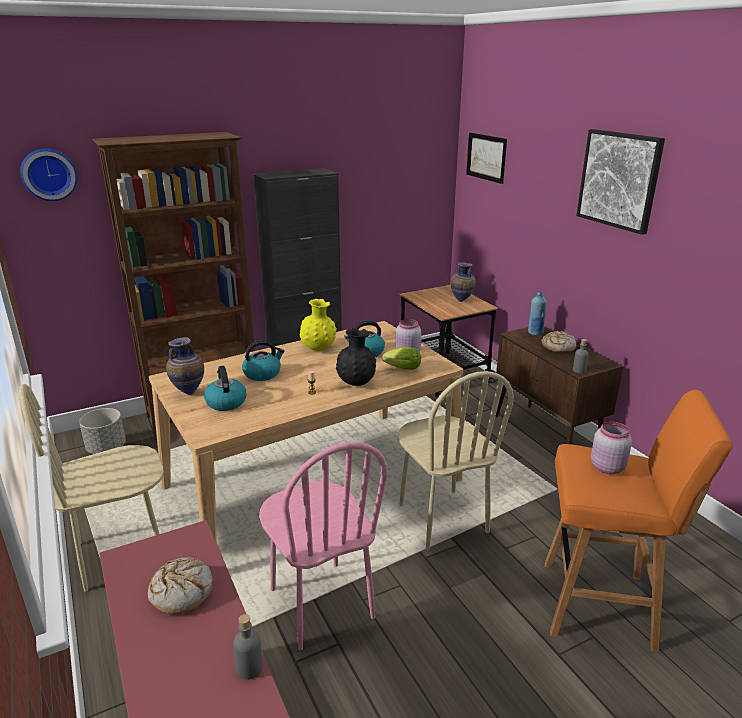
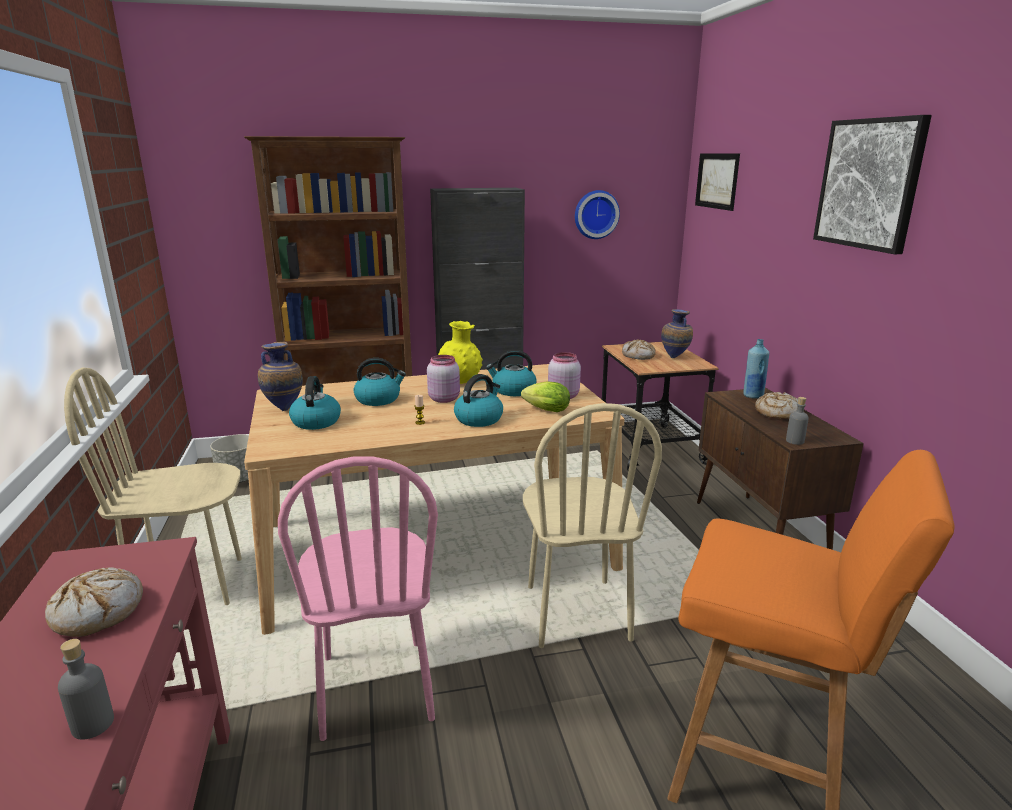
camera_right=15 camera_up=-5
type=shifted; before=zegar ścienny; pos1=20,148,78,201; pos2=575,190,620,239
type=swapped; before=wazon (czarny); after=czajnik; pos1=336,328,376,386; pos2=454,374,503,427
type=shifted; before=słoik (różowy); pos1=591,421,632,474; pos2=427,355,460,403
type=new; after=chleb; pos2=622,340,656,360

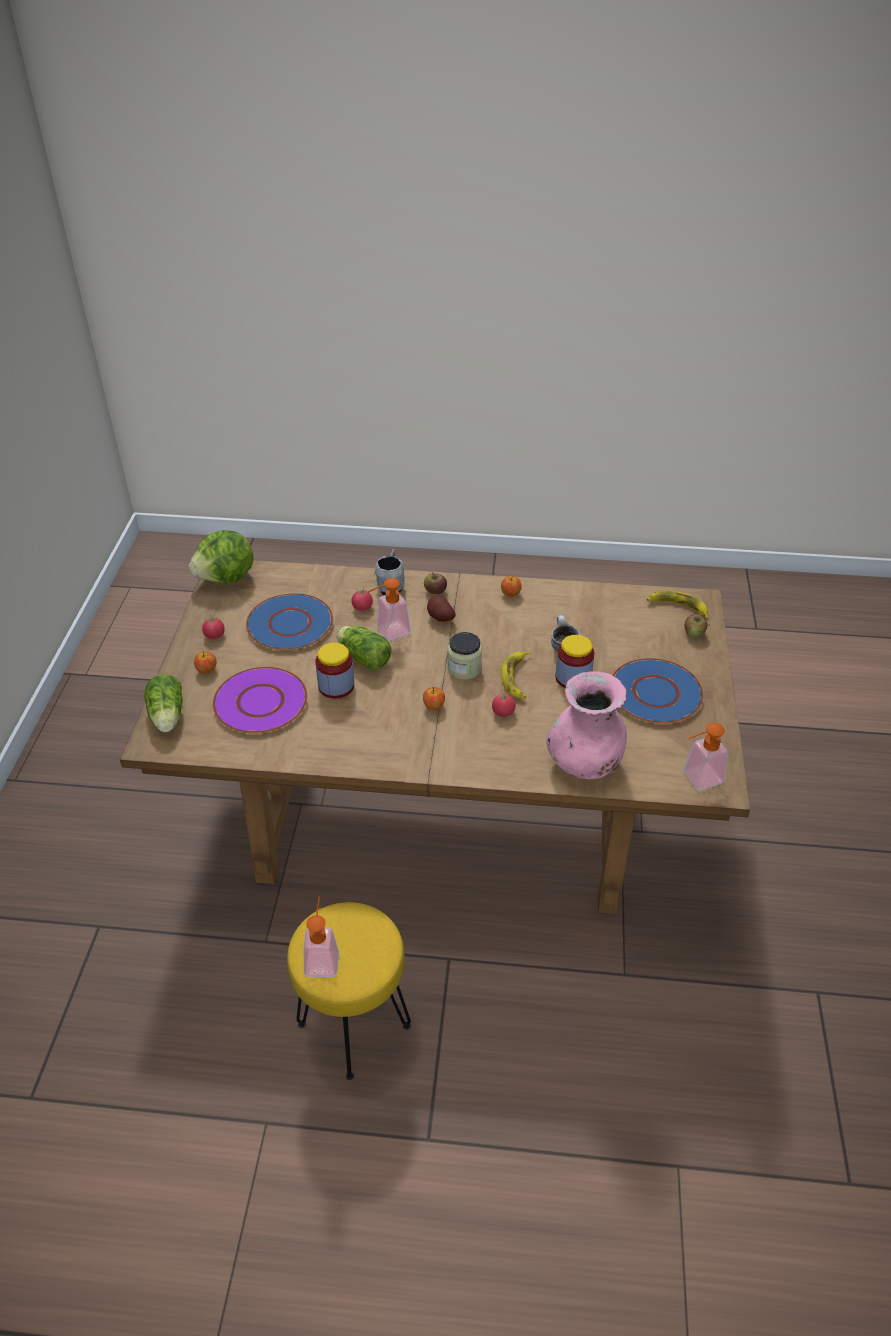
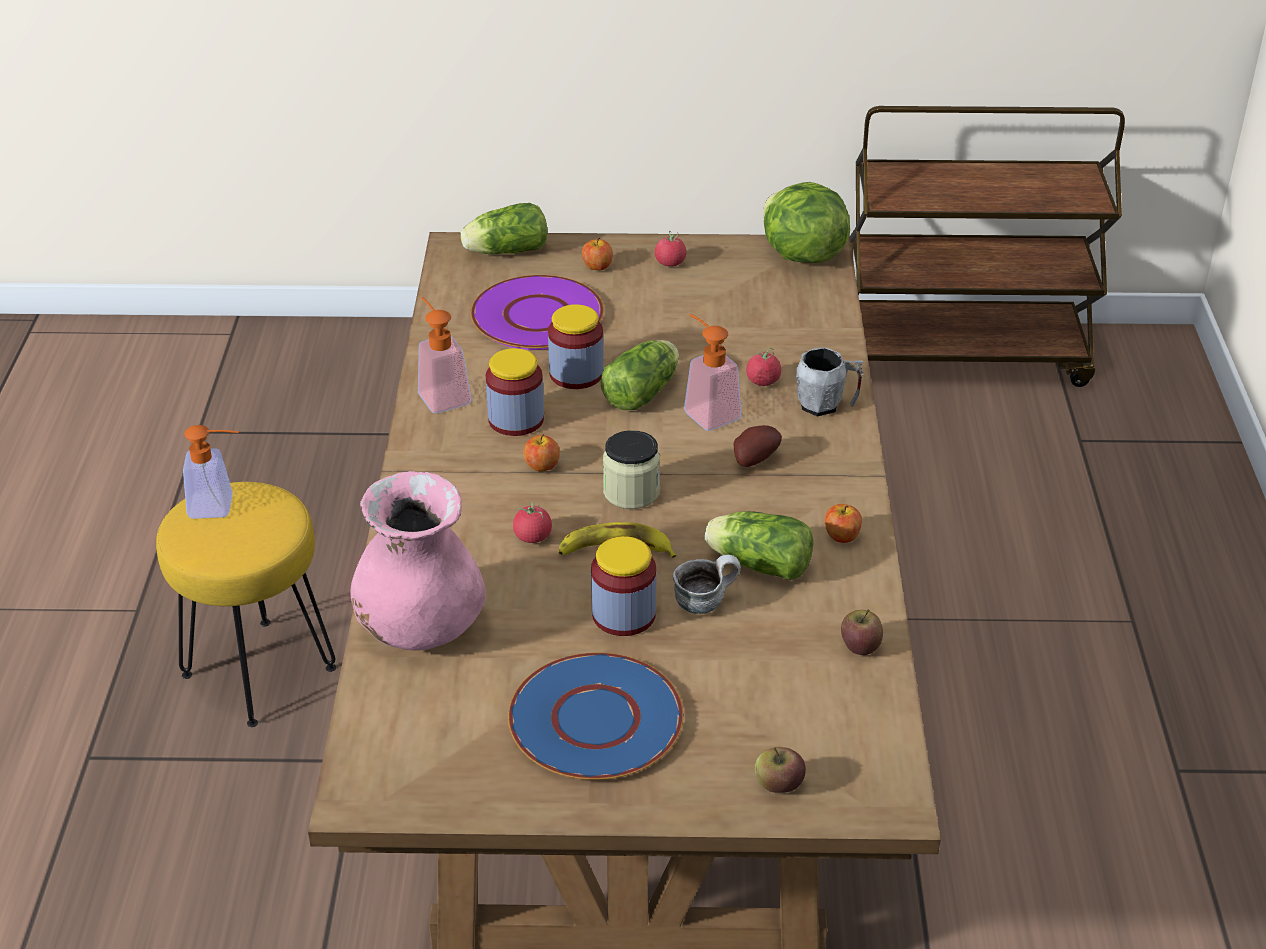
camera_right=85 camera_up=-5
type=shifted; before=jabłko; pos1=424,572,447,594; pos2=841,609,883,655
type=gone; before=banan; pos1=647,590,708,619
type=gone; before=talerz (niebieski); pos1=246,593,333,651
type=shifted; before=dozownik mydła; pos1=684,723,728,790; pos2=418,297,471,413
type=new; after=wózek (brązowy); pos2=850,106,1125,387
type=new; after=słoik; pos2=486,348,544,436
type=new; after=sałata; pos2=705,511,813,580

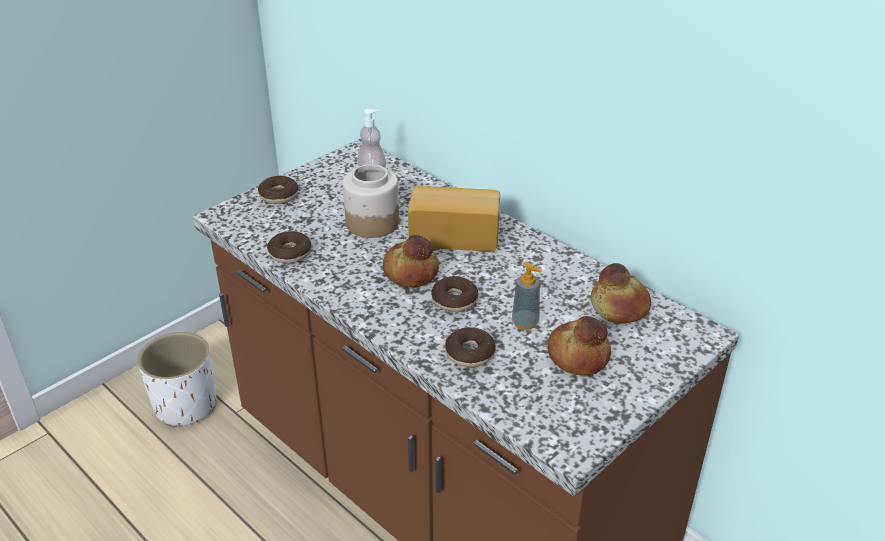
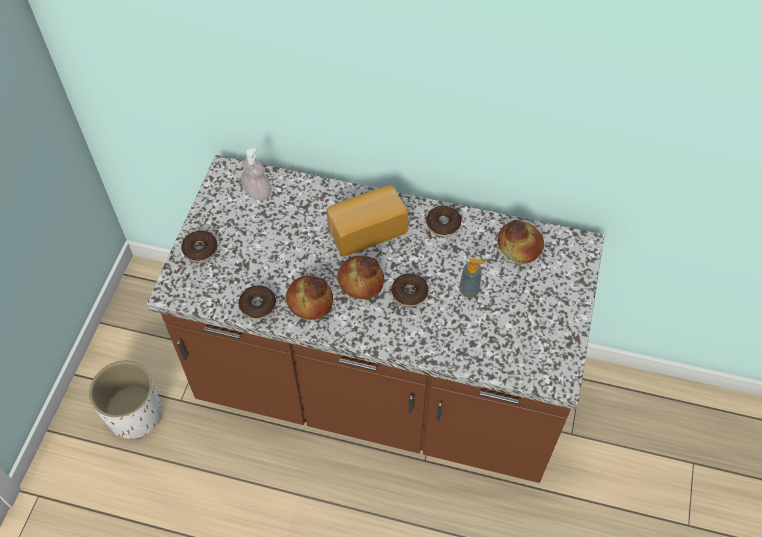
camera_right=-30 camera_up=20
type=gone; before=słoik; pos1=343,164,399,238
type=shifted; before=chleb; pos1=547,316,611,376; pos2=286,275,333,320
type=shifted; before=donut; pos1=445,327,496,368; pos2=426,206,461,237

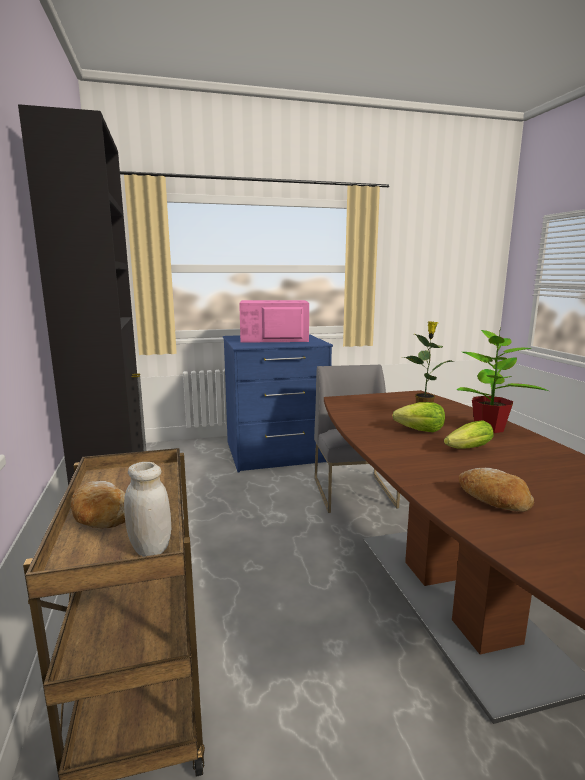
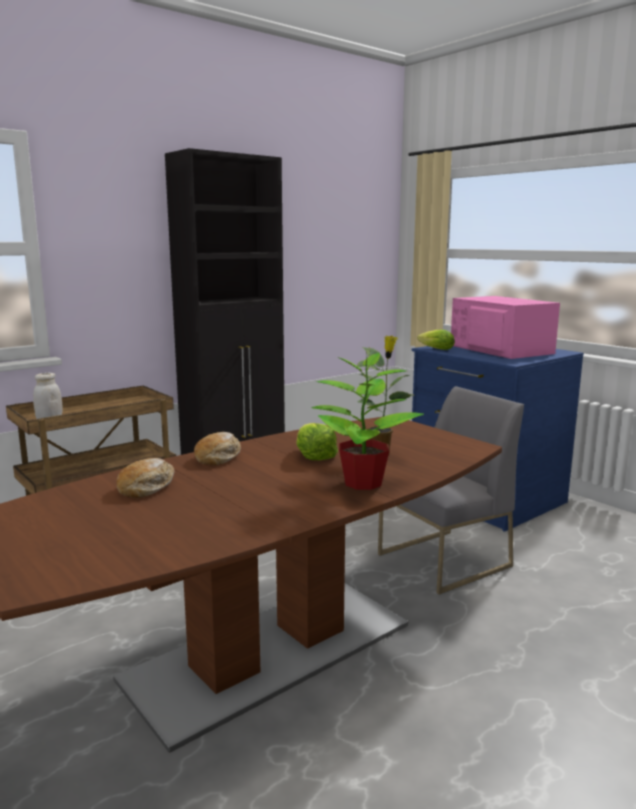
camera_right=65 camera_up=0
type=shifted; before=sałata; pos1=444,420,493,449; pos2=417,330,455,350
type=shifted; before=chleb; pos1=71,481,125,528; pos2=194,432,241,466

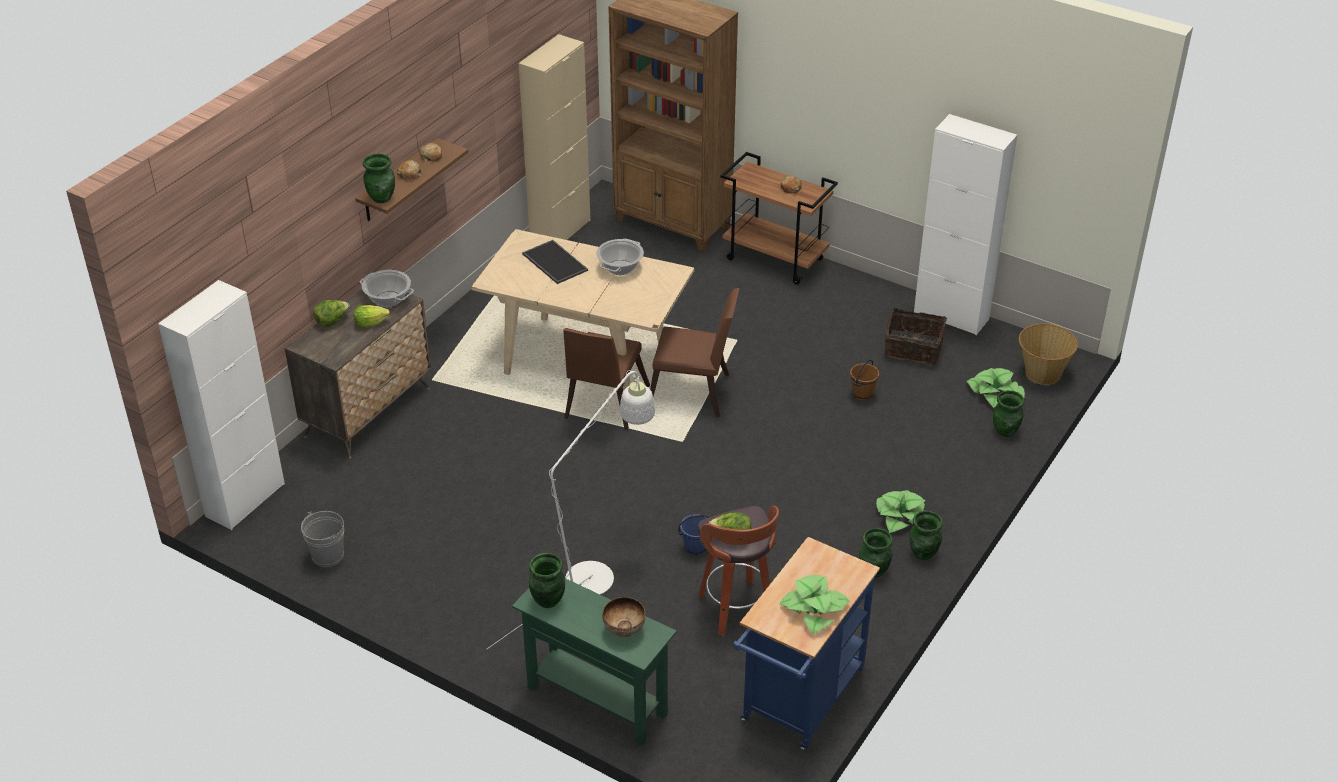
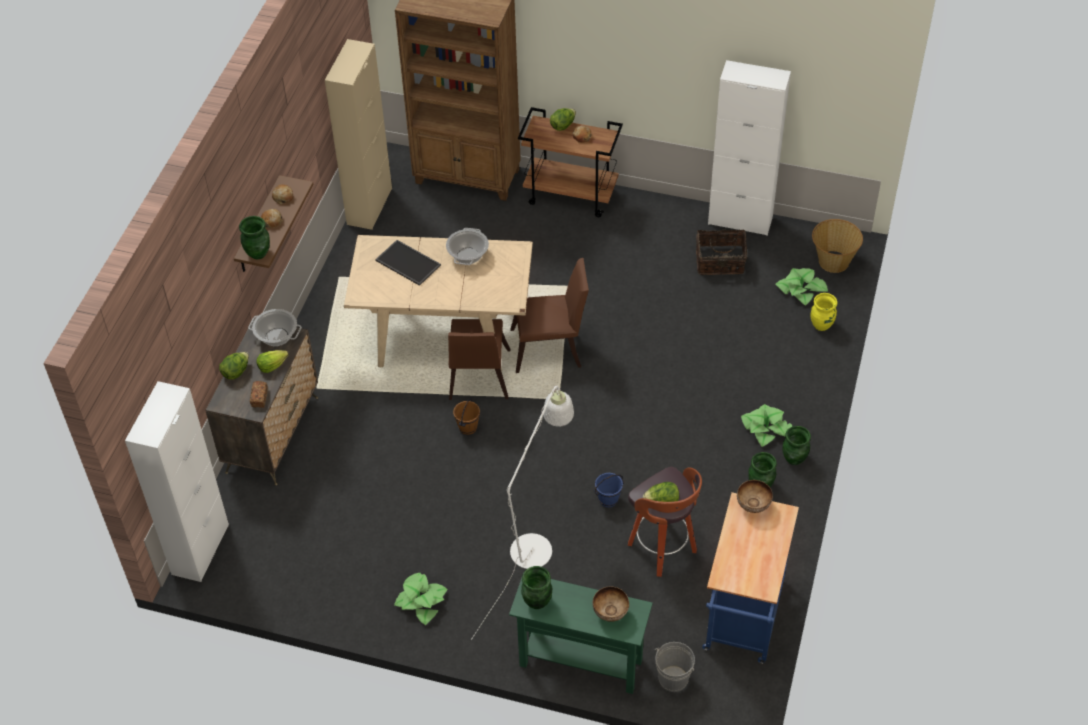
camera_right=-15 camera_up=10
type=shifted; before=wiadro (brązowy); pos1=850,360,880,401; pos2=453,398,480,435
type=repainted; before=wazon (zielony); after=wazon (żółty); pos1=993,390,1025,437; pos2=811,293,838,331
type=shifted; before=wiadro (szary); pos1=301,511,344,567; pos2=655,642,695,692
type=shifted; before=roślina doniczkowa; pos1=779,575,850,635; pos2=394,573,447,625
type=new; after=sałata; pos2=550,108,576,131
type=new; after=chleb; pos2=250,381,268,408
type=new; after=miska; pos2=737,480,773,513

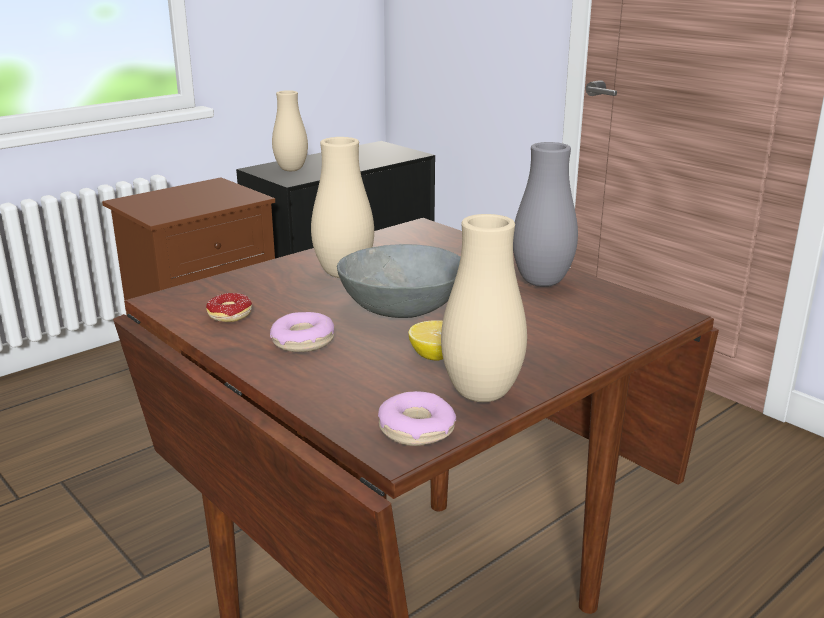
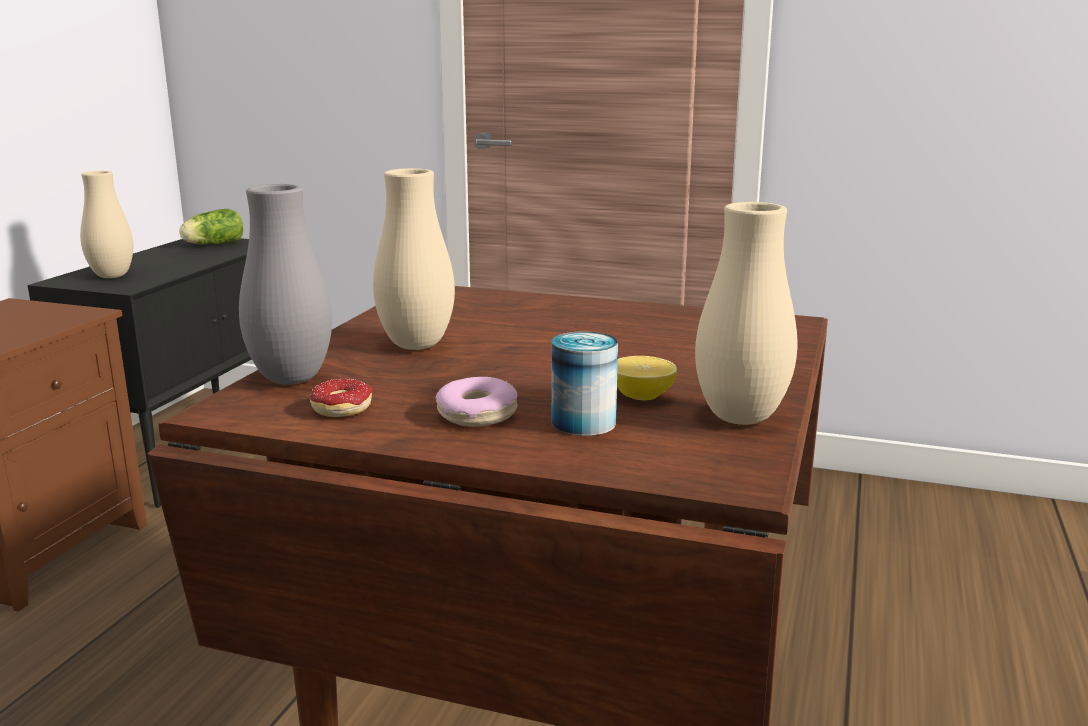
camera_right=-30 camera_up=-5
type=shifted; before=wazon (szary); pos1=513,142,578,287; pos2=239,184,332,385
type=gone; before=miska (szary); pos1=337,244,461,318
type=gone; before=donut; pos1=378,391,456,446
type=new; after=sałata; pos2=179,209,243,245
type=new; after=puszka; pos2=552,332,618,436

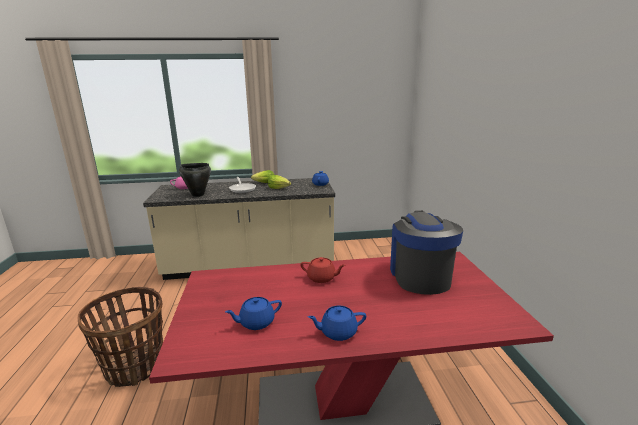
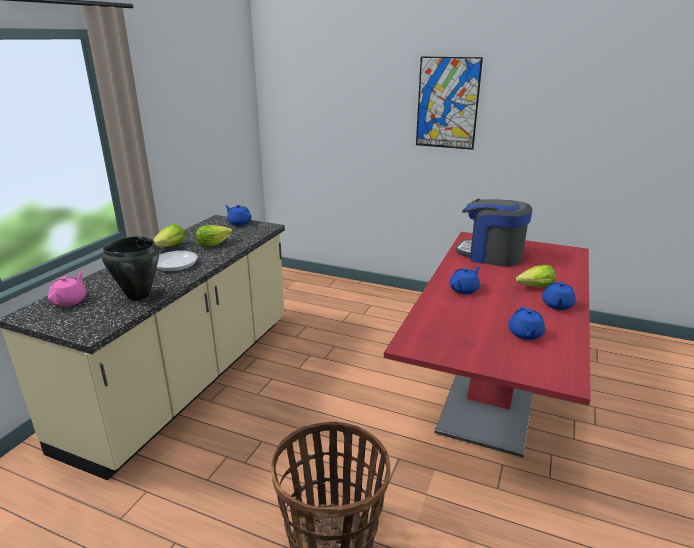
camera_right=-60 camera_up=5
type=repainted; before=imbryk (czerwony); after=imbryk (niebieski); pos1=300,257,346,283; pos2=449,266,480,294
type=new; after=obraz; pos2=416,56,483,150
type=new; after=sałata; pos2=516,265,556,287

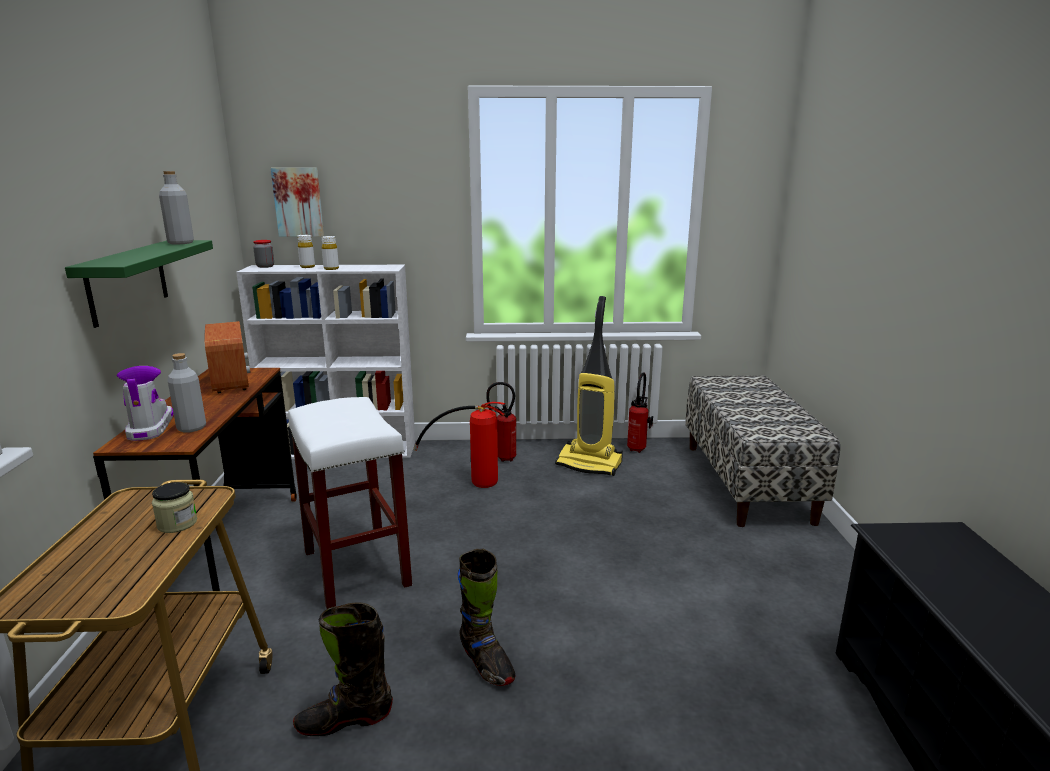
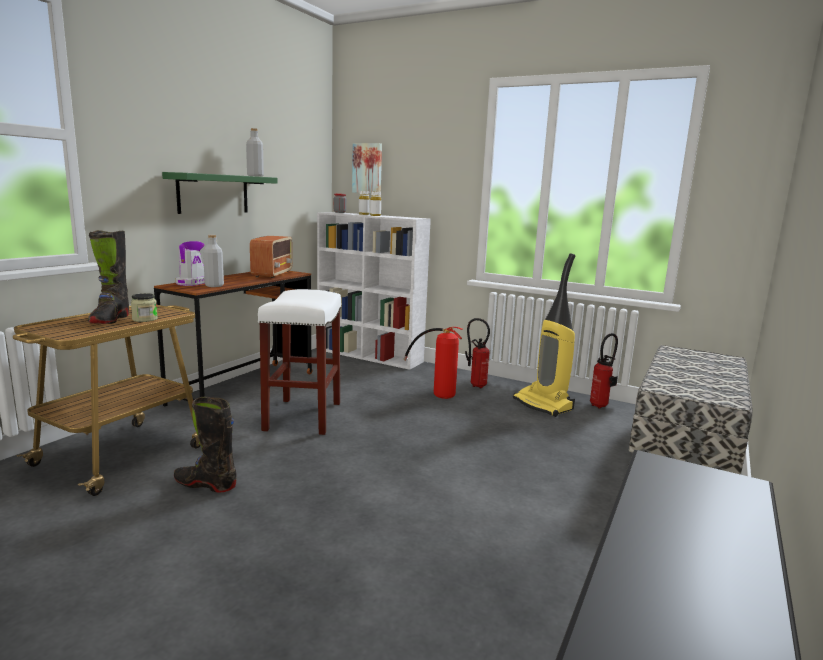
camera_right=30 camera_up=-5
type=shifted; before=but z cholewką (czarny); pos1=458,549,516,686; pos2=88,230,129,324

